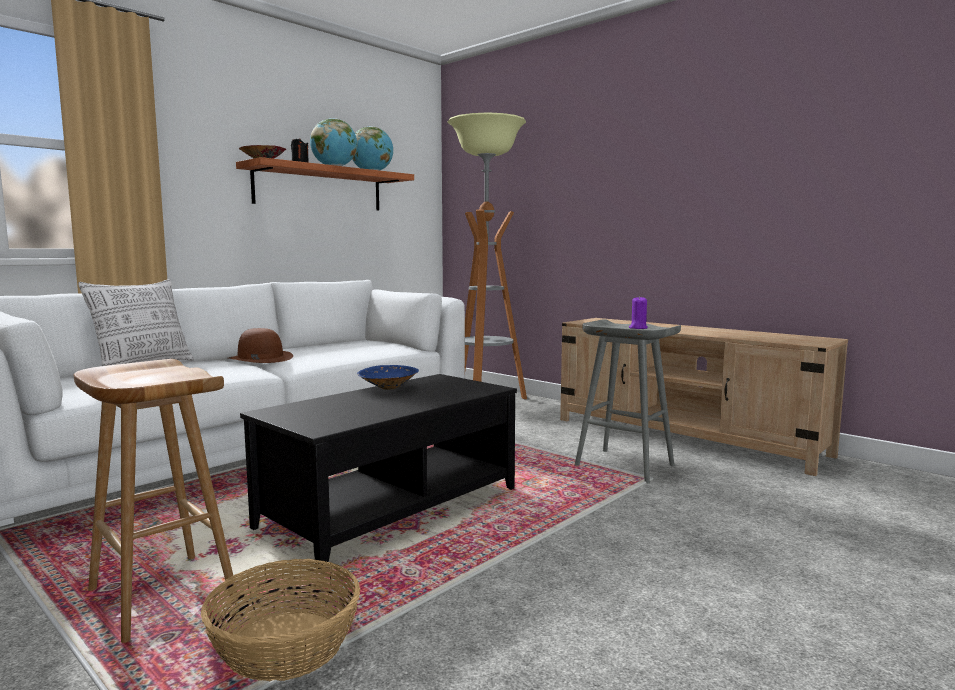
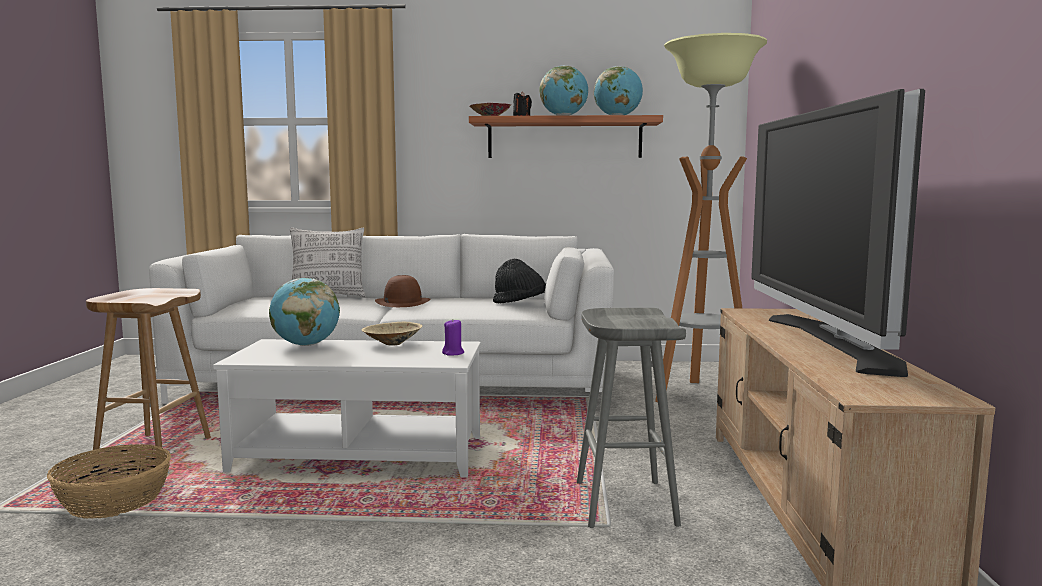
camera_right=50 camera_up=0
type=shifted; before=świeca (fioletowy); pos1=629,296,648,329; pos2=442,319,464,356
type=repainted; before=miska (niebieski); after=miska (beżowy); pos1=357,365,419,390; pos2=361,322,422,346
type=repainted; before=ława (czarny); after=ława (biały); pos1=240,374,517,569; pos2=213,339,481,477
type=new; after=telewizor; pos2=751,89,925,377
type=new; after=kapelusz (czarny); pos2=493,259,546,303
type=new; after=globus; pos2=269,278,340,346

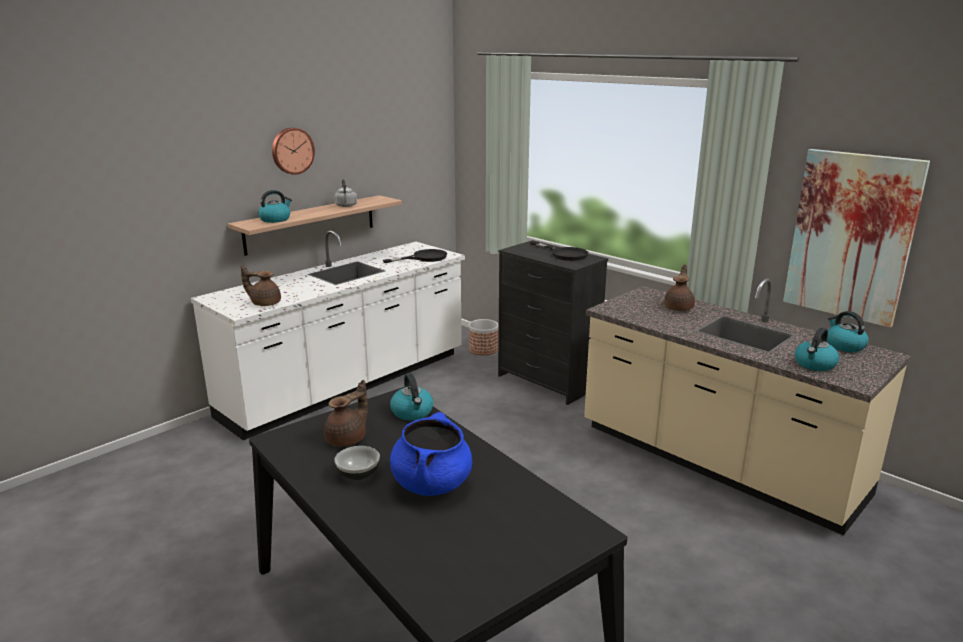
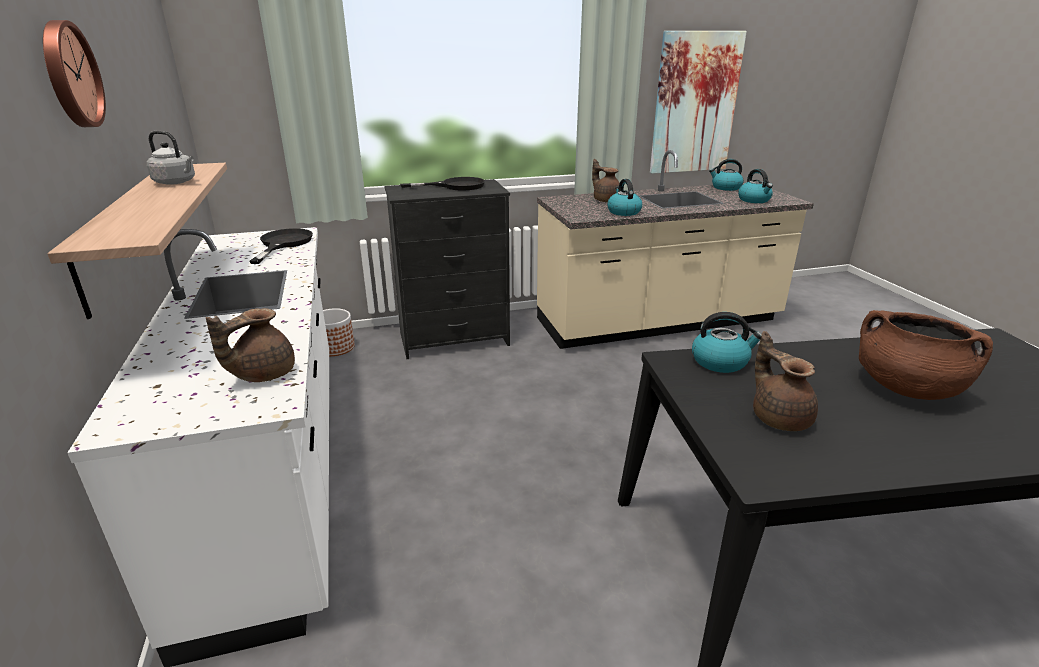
camera_right=-60 camera_up=5
type=shifted; before=czajnik; pos1=258,190,292,223; pos2=607,179,642,216
type=repainted; before=garnek (niebieski); after=garnek (brązowy); pos1=390,412,472,496; pos2=859,310,993,400
type=gone; before=miska; pos1=334,446,380,480

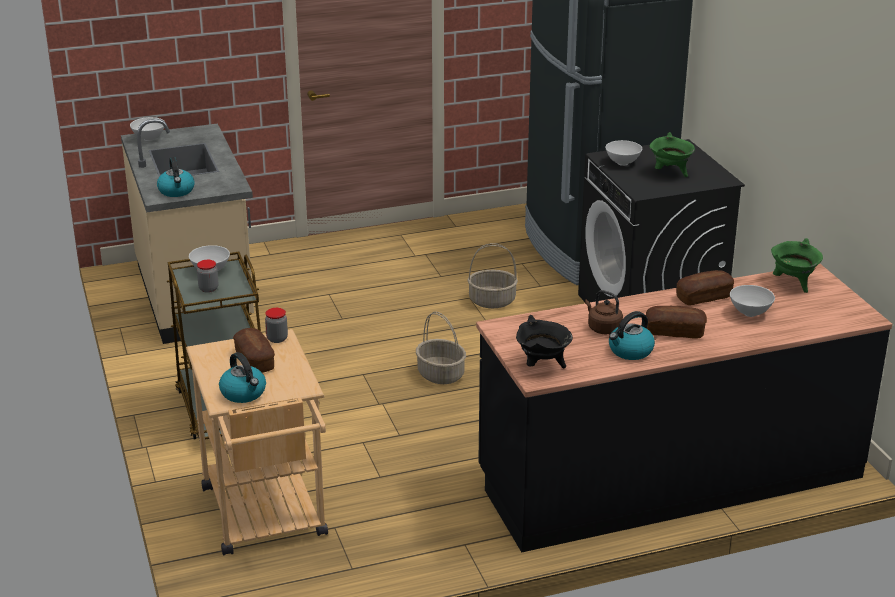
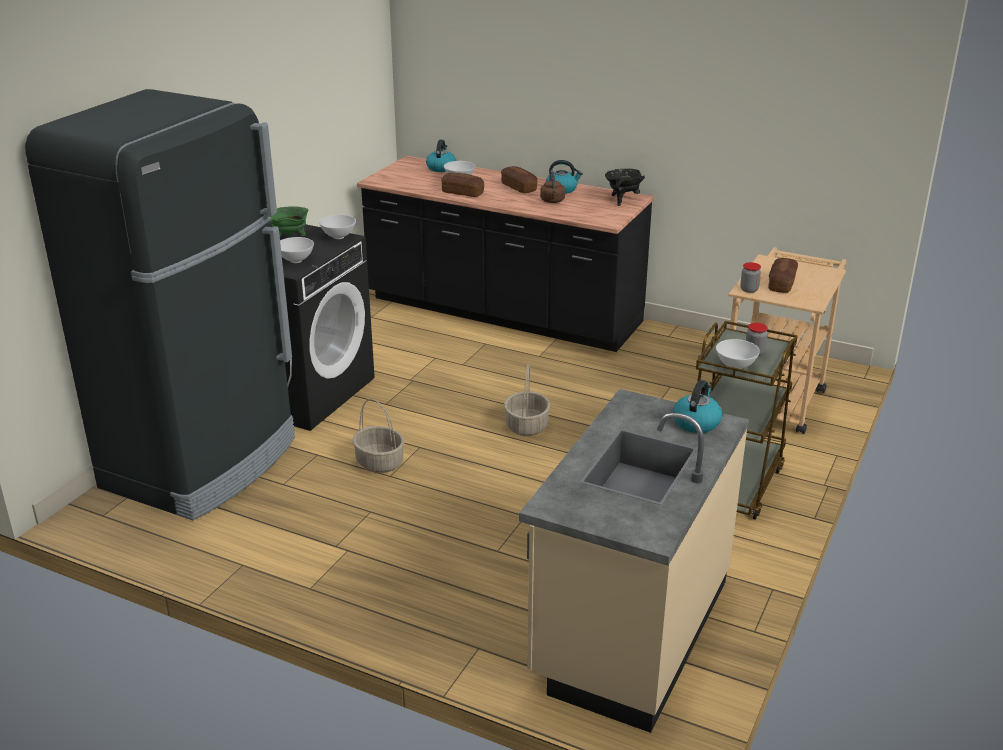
camera_right=-135 camera_up=0
type=shifted; before=miska (biały); pos1=130,117,165,141; pos2=319,215,356,239
type=gone; before=garnek (zielony); pos1=771,238,823,293
type=shifted; before=czajnik; pos1=219,352,266,403; pos2=426,139,456,172

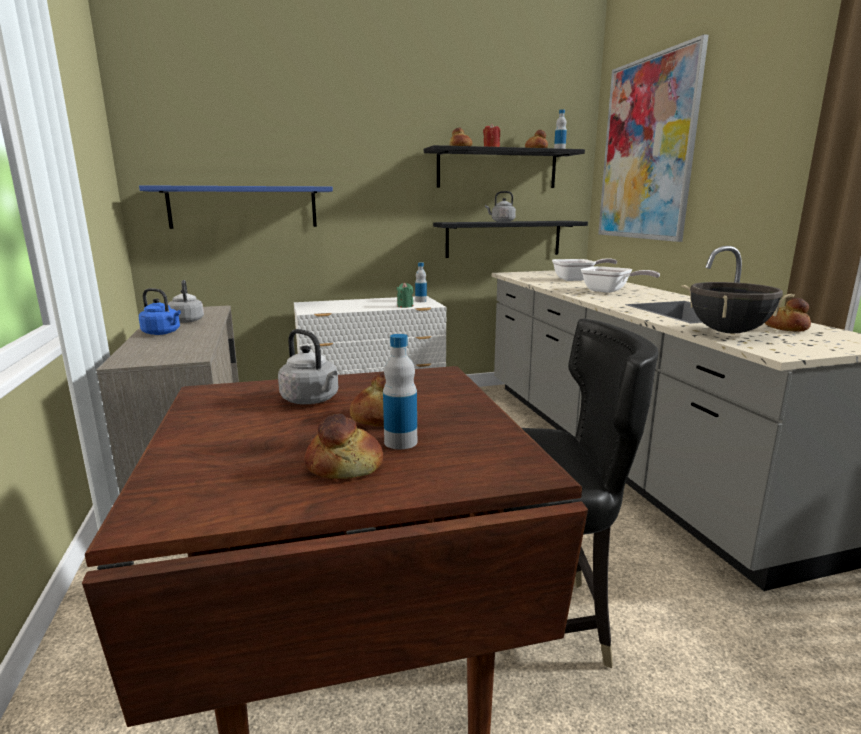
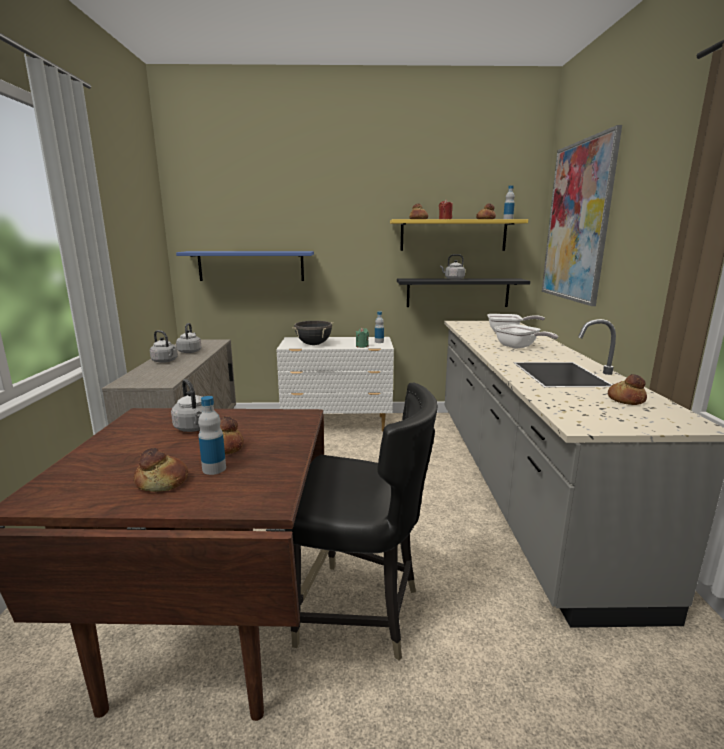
camera_right=15 camera_up=0
type=repainted; before=półka (czarny); after=półka (żółty); pos1=424,145,585,188; pos2=390,219,528,251
type=shifted; before=garnek (czarny); pos1=681,282,795,333; pos2=292,321,333,345
type=repainted; before=czajnik (niebieski); after=czajnik (szary); pos1=139,288,181,335; pos2=150,330,178,363

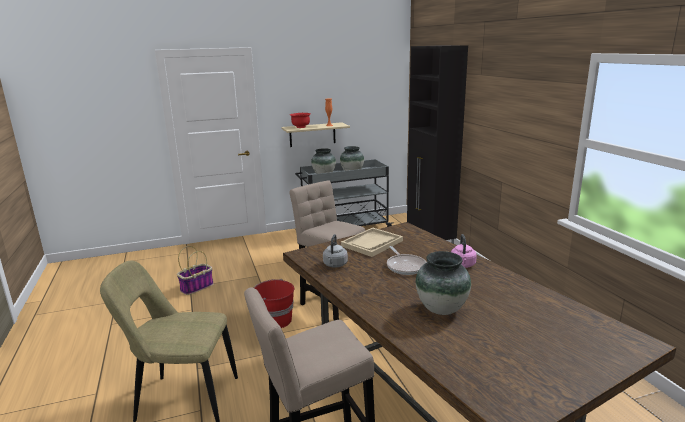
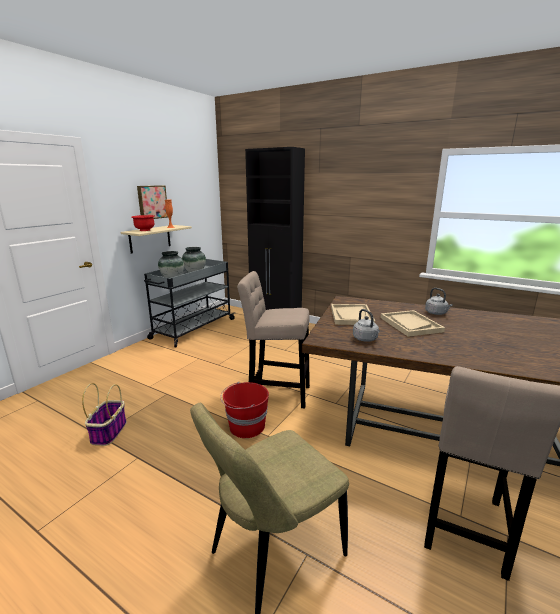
camera_right=-40 camera_up=0
type=repainted; before=czajnik (różowy); after=czajnik (szary); pos1=451,234,477,268; pos2=425,288,453,315
type=swapped; before=patelnia; after=taca (beżowy); pos1=387,246,426,275; pos2=380,310,445,337
type=gone; before=wazon; pos1=416,251,471,315
type=new; after=obraz; pos2=137,185,168,219

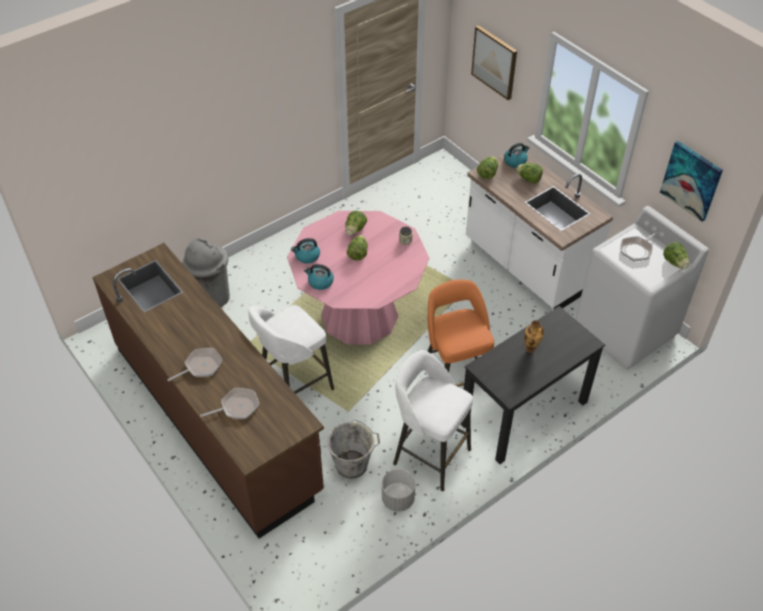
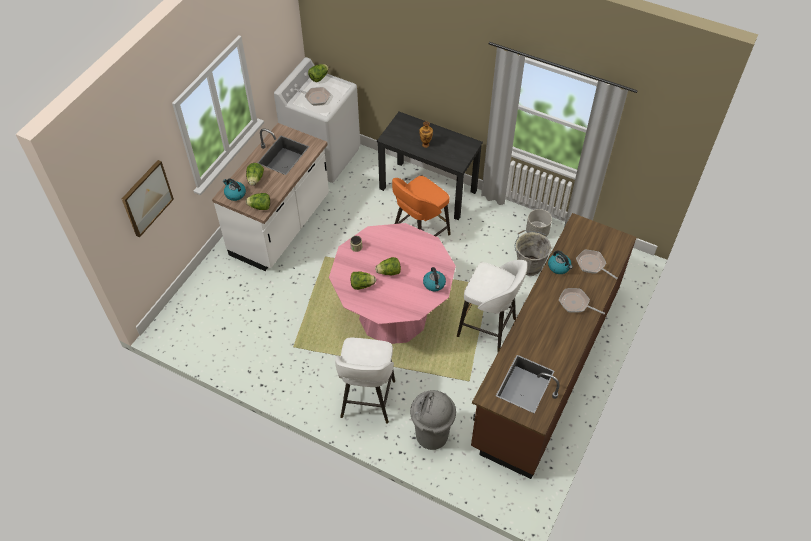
camera_right=-115 camera_up=5
type=gone; before=obraz; pos1=660,141,723,222
type=shifted; before=czajnik; pos1=291,238,320,264; pos2=548,250,573,274
type=shifted; before=stołek (biały); pos1=393,350,473,491; pos2=335,338,395,424

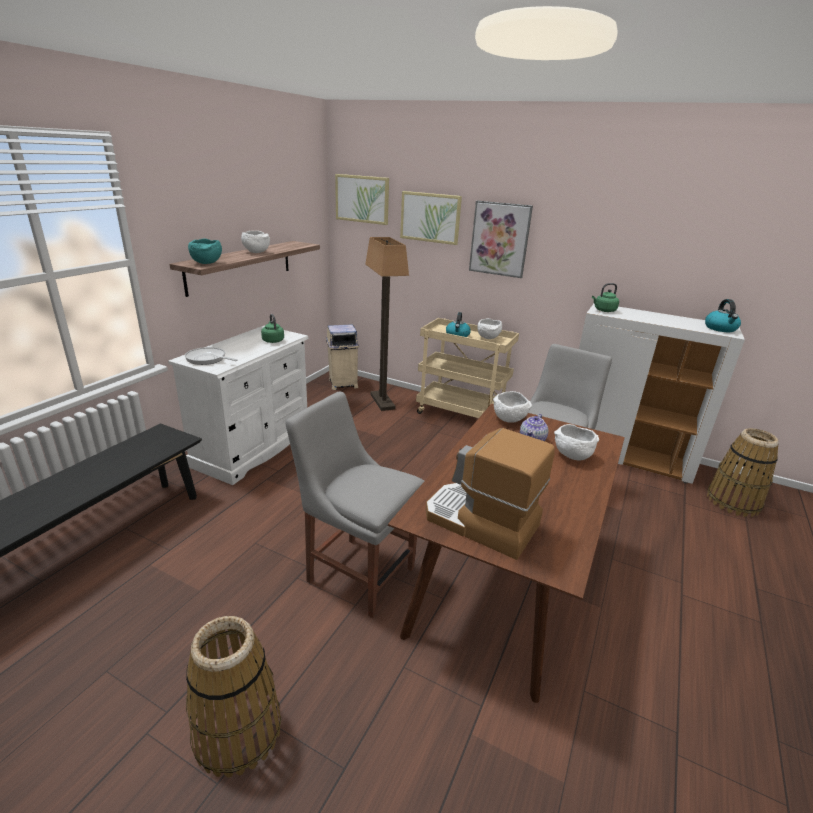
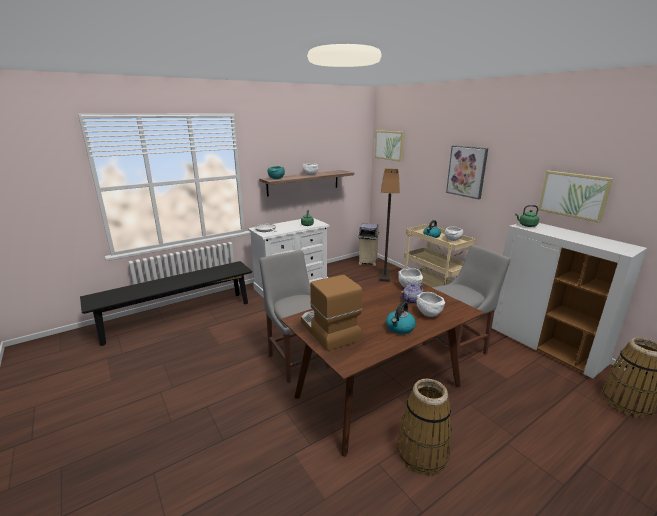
camera_right=30 camera_up=-5
type=shifted; before=obraz; pos1=400,191,462,245; pos2=538,171,613,223
type=shifted; before=czajnik; pos1=705,299,741,332; pos2=386,302,416,334
type=shifted; before=koszyk; pos1=186,616,281,778; pos2=397,379,452,476

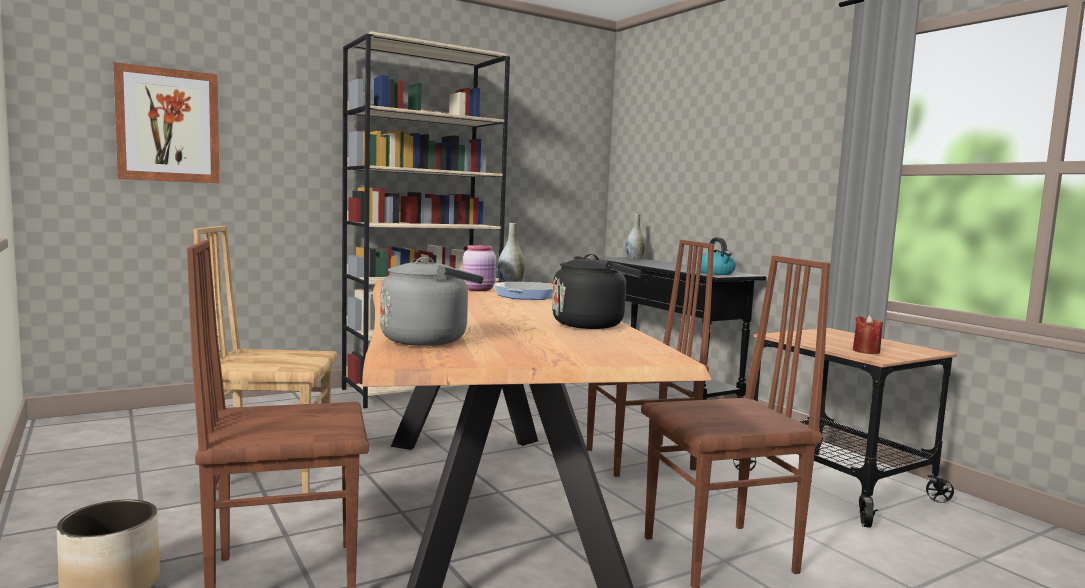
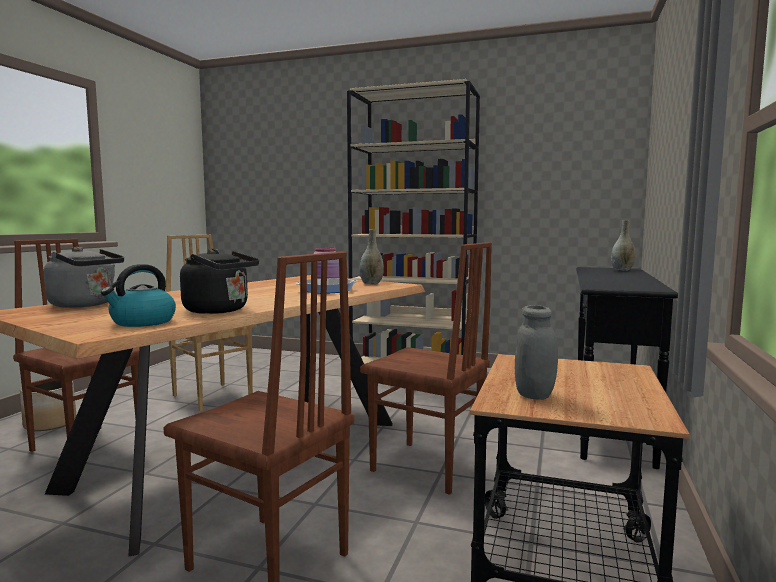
camera_right=50 camera_up=0
type=gone; before=obraz; pos1=113,62,220,183
type=shifted; before=czajnik; pos1=697,237,736,275; pos2=101,264,176,327
type=swapped; before=świeca (czerwony); after=słoik (szary); pos1=853,315,883,354; pos2=515,305,558,400

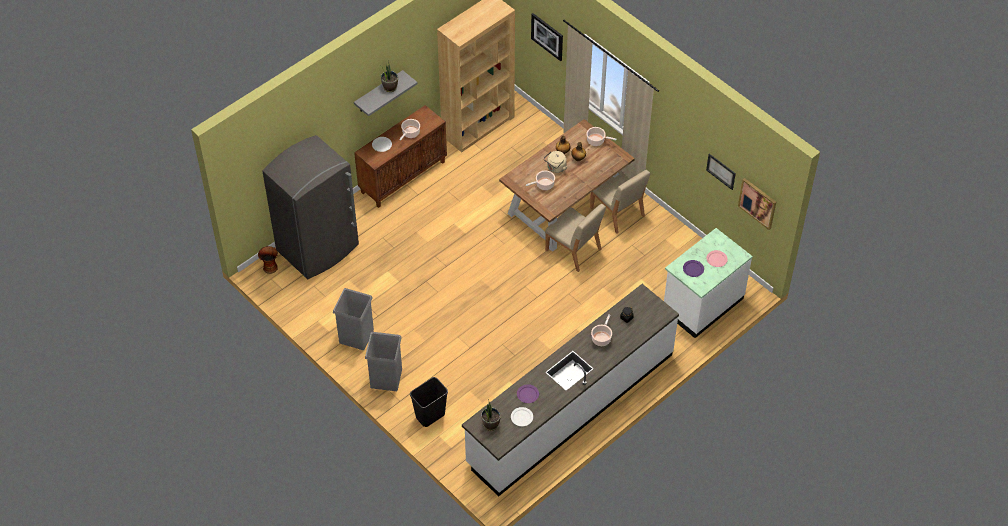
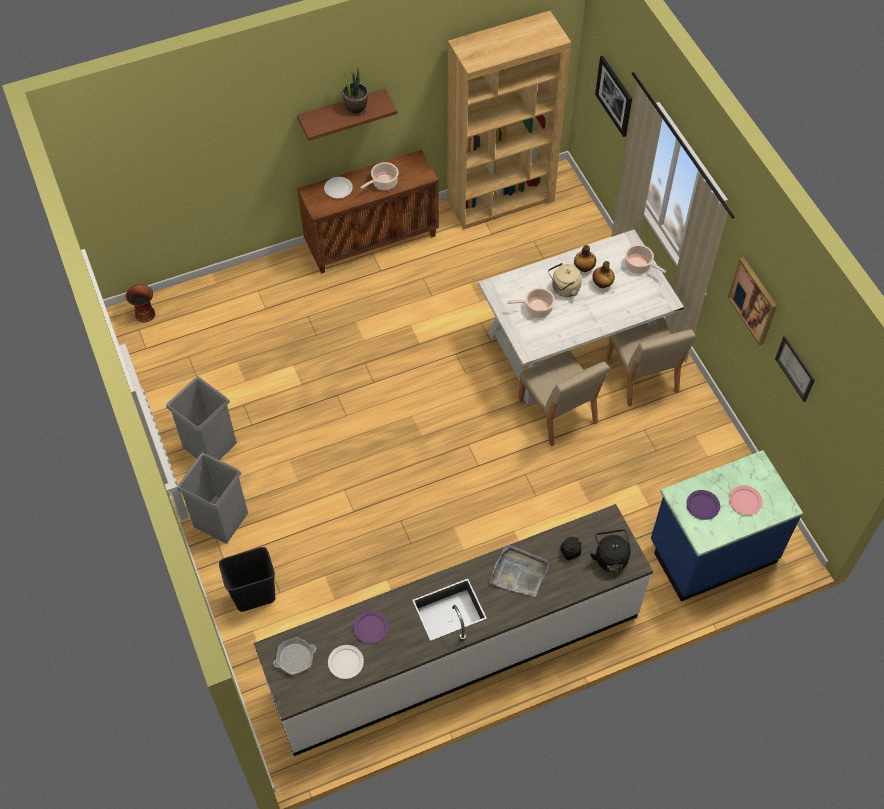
camera_right=20 camera_up=5
type=repainted; before=półka (szary); after=półka (brązowy); pos1=354,70,417,116; pos2=297,89,398,141
type=repainted; before=stół jadalny (brązowy); after=stół jadalny (biały); pos1=499,119,635,252; pos2=478,230,684,405
type=gone; before=lodówka (szary); pos1=262,135,359,279
type=shifted; before=obraz; pos1=738,178,776,230; pos2=728,257,777,346
type=repainted; before=zabudowa kuchenna (biały); after=zabudowa kuchenna (niebieski); pos1=664,228,753,338; pos2=651,450,803,602
type=swapped; before=garnek; after=taca (szary); pos1=591,314,612,346; pos2=489,545,549,597
type=swapped; before=roślina doniczkowa; after=patelnia; pos1=481,399,501,431; pos2=273,637,316,675
type=new; after=czajnik (czarny); pos2=590,529,630,572

